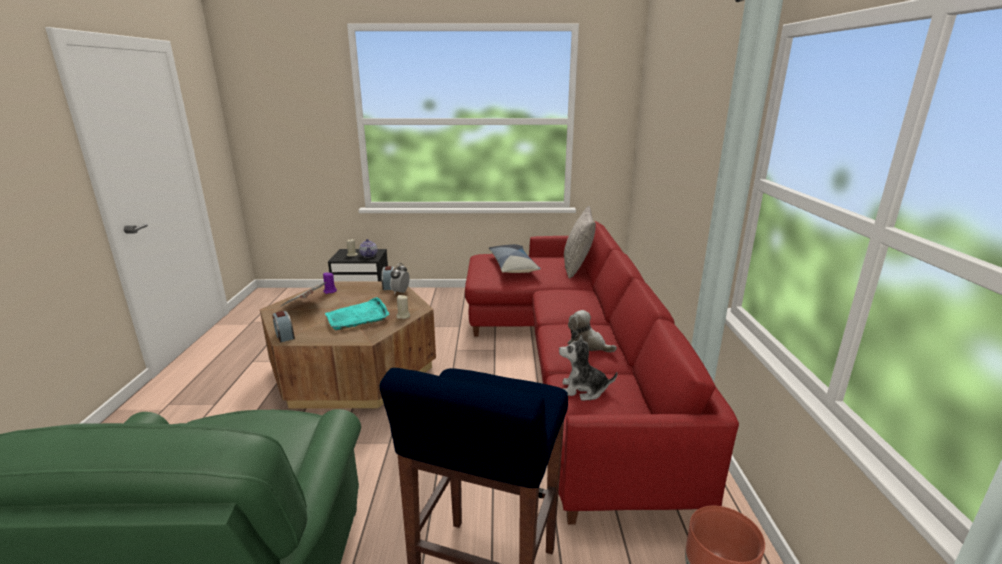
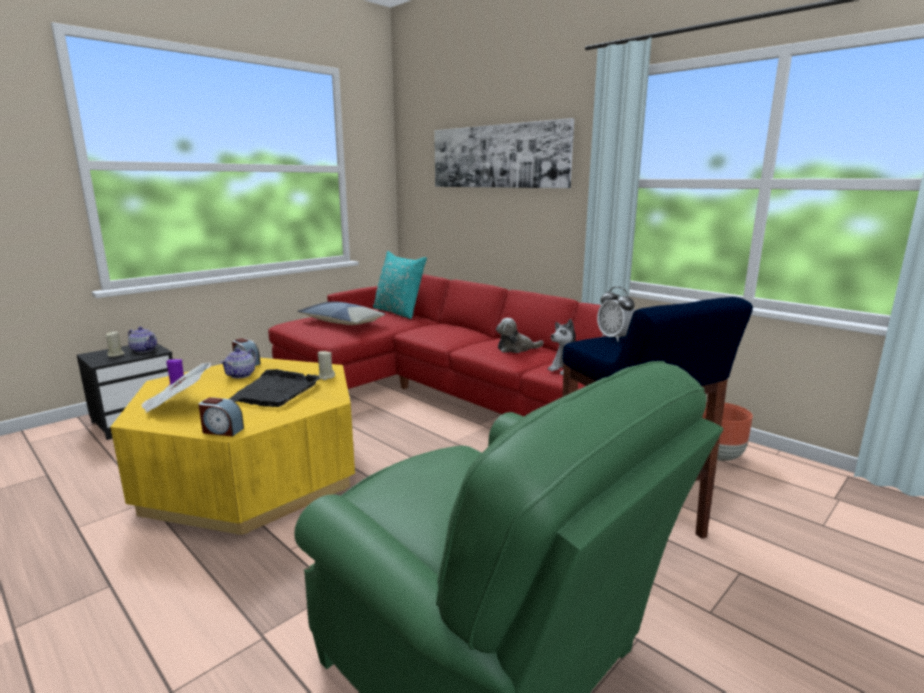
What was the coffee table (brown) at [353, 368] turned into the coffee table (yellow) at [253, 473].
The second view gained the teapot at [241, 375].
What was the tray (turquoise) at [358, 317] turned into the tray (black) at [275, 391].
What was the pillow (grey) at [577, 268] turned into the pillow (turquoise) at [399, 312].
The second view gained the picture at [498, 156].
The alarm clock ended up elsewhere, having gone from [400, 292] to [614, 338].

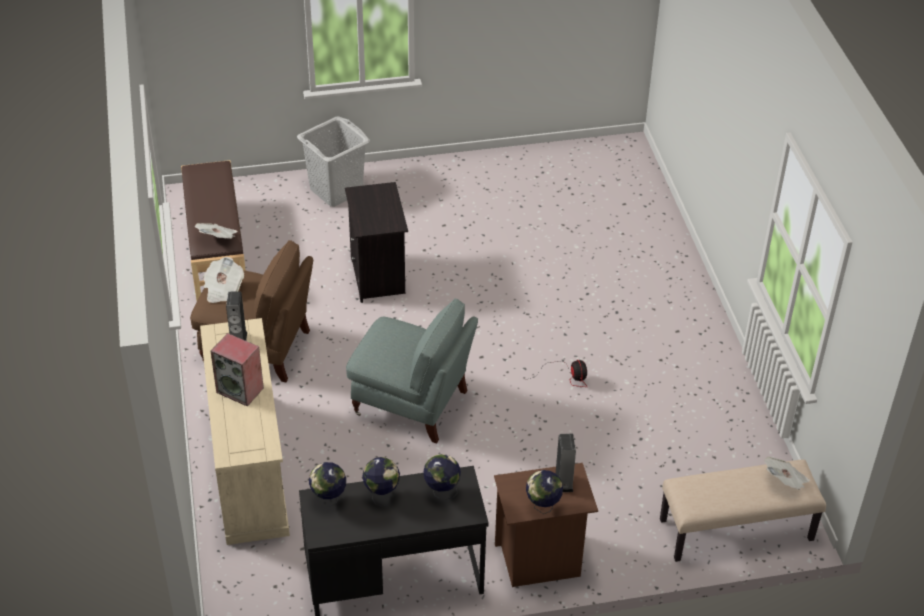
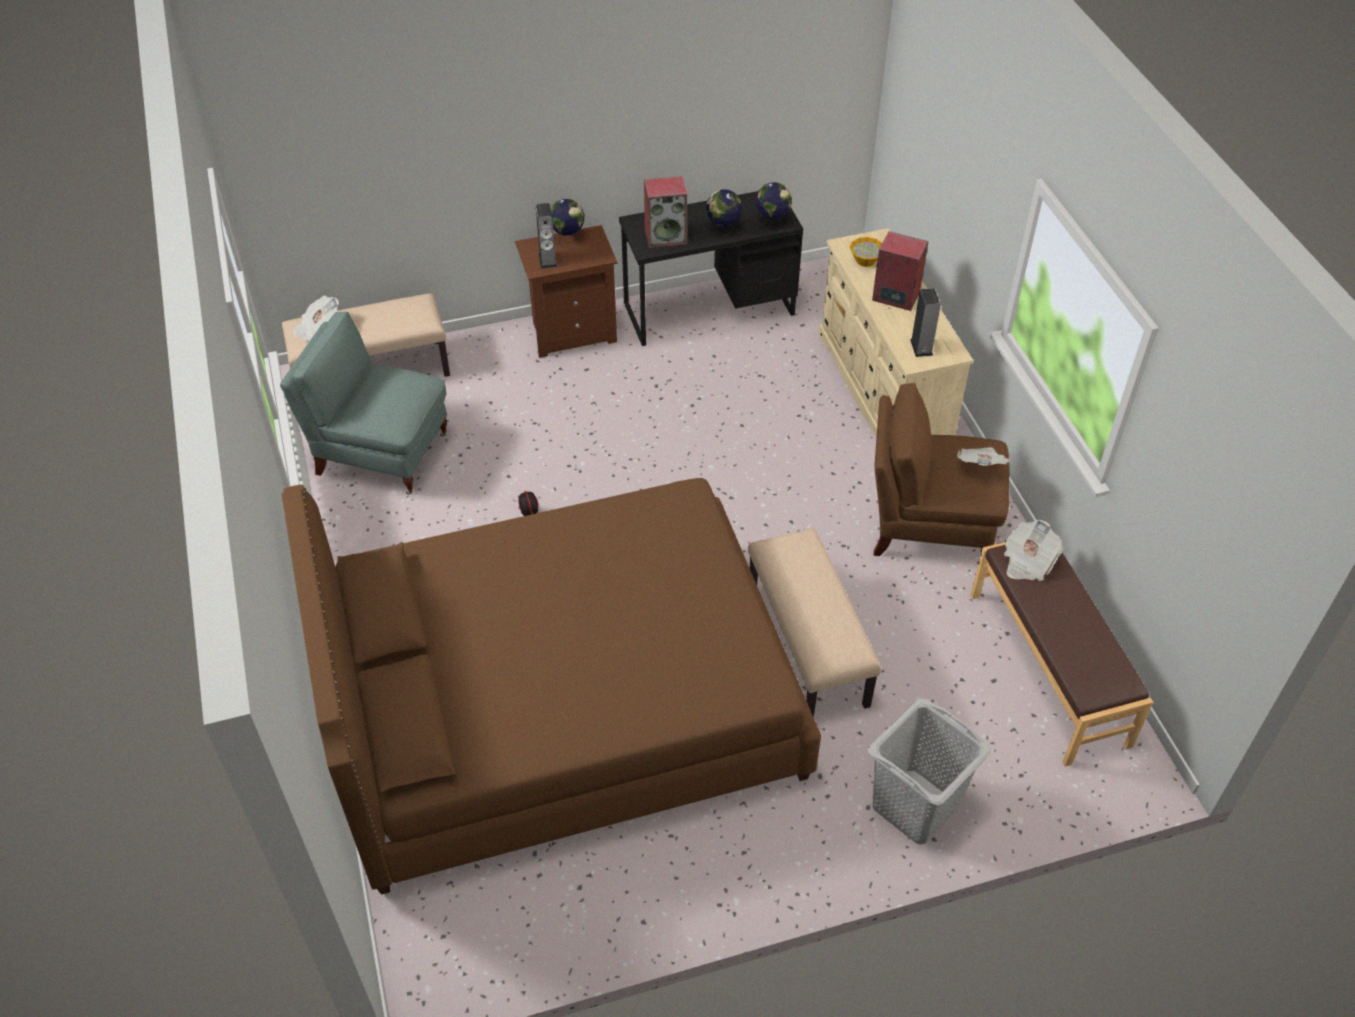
The armchair (grey) ended up elsewhere, having gone from [412, 403] to [381, 453].
The second view gained the bed (brown) at [562, 708].
Where the globe stood at [441, 491], the speaker came to stand at [666, 236].
Where the nightstand (black) stood at [378, 277], the bench (beige) came to stand at [806, 645].
The second view gained the bowl at [865, 260].

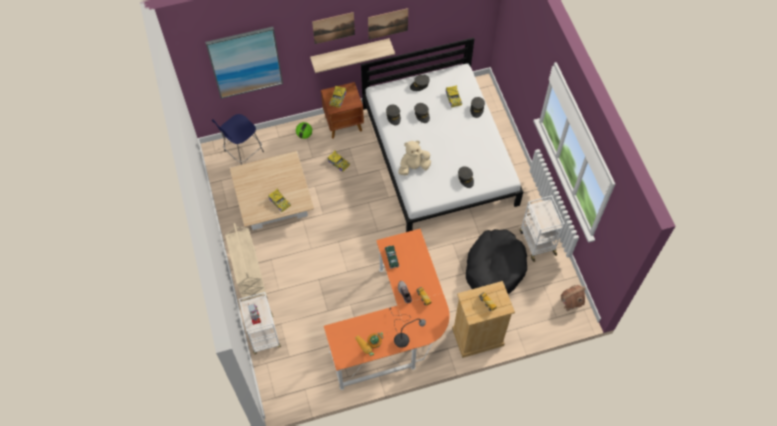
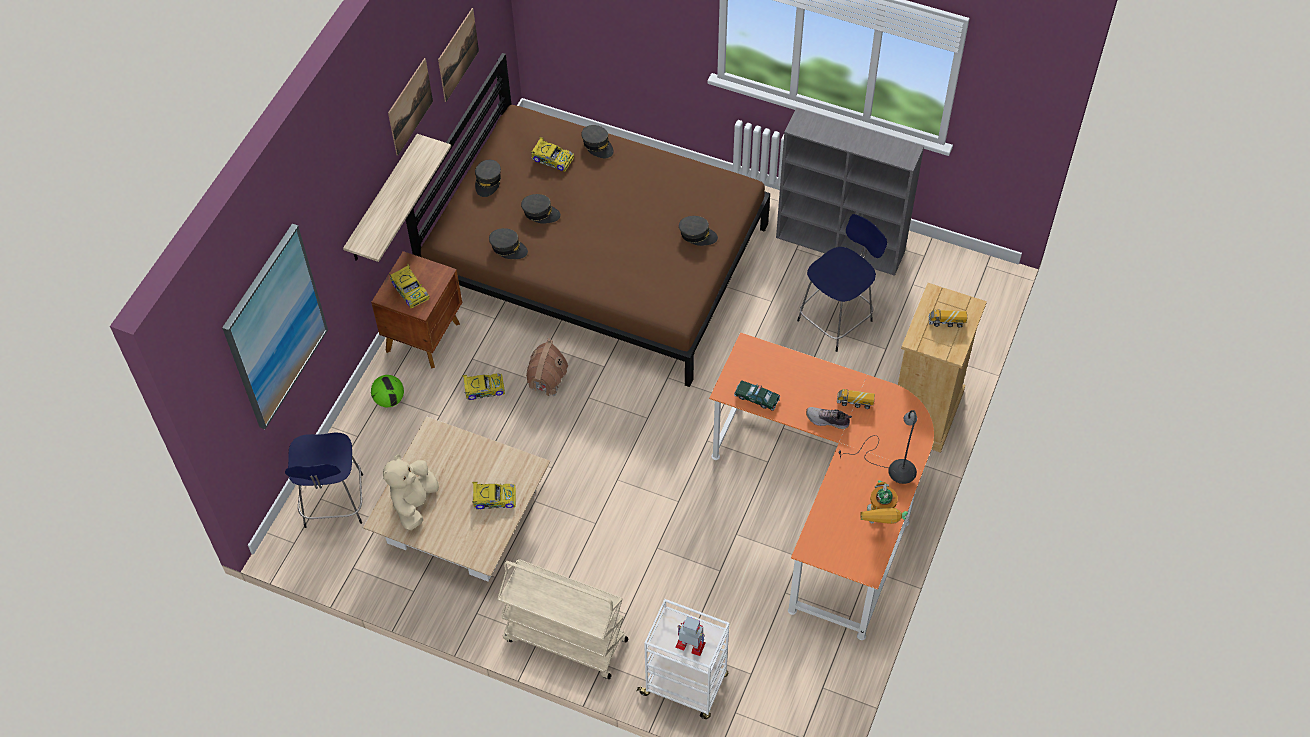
The plush toy (beige) ended up elsewhere, having gone from [413, 167] to [414, 503].
What was the bed (white) at [439, 154] turned into the bed (brown) at [596, 258].
The picture ended up elsewhere, having gone from [333, 28] to [458, 55].
The toy house ended up elsewhere, having gone from [570, 301] to [546, 380].
Where the cart (white) stood at [537, 242], the bookcase (grey) came to stand at [841, 244].
Where the dog bed (black) stood at [494, 267], the stool (blue) came to stand at [836, 319].

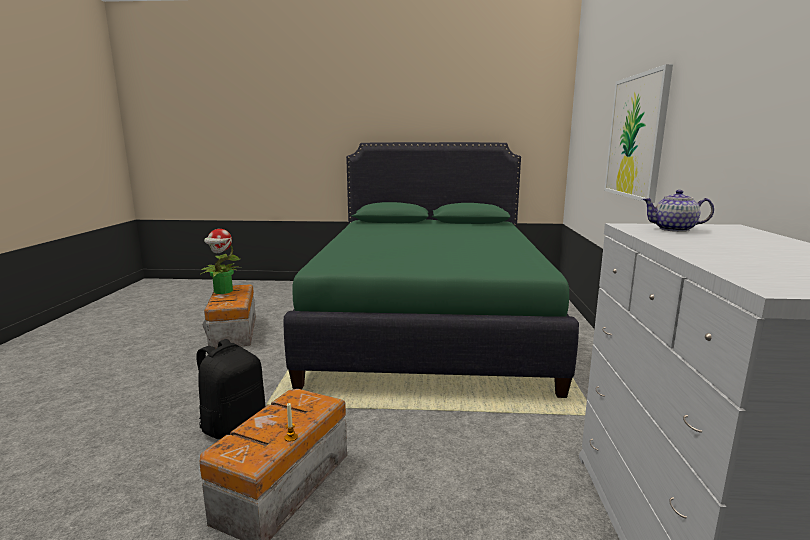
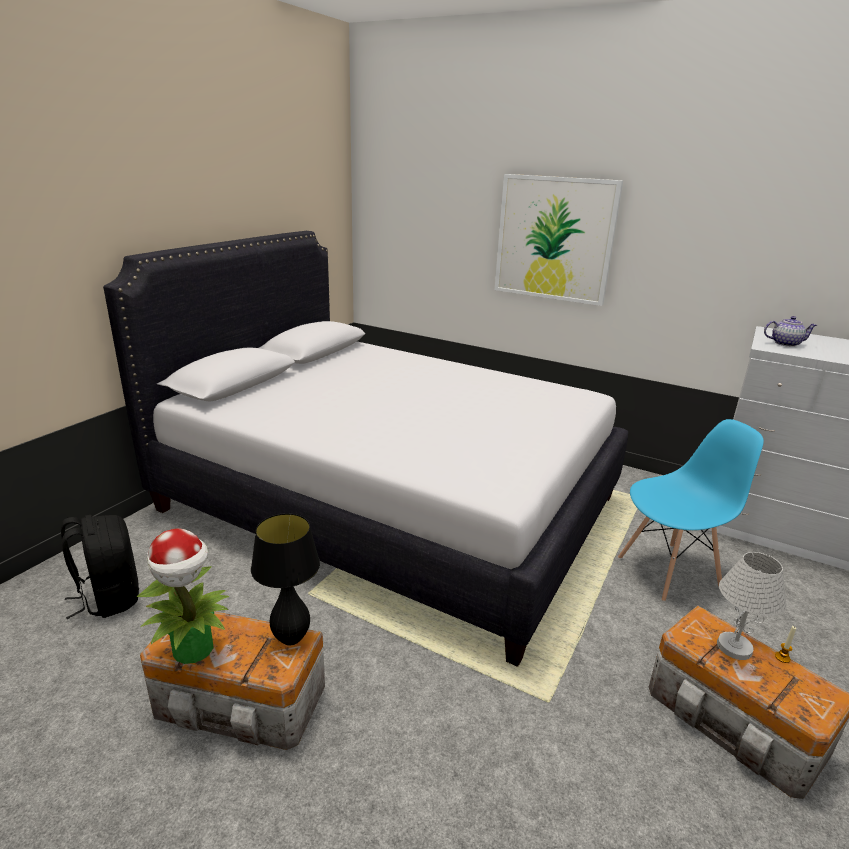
The backpack (black) ended up elsewhere, having gone from [233, 424] to [109, 598].
What was the bed (green) at [429, 324] turned into the bed (white) at [390, 503].
The second view gained the table lamp (black) at [291, 638].
The second view gained the chair (blue) at [669, 572].
The second view gained the table lamp (white) at [733, 647].
The teapot at [674, 229] ended up facing another way, 120 degrees counterclockwise from before.

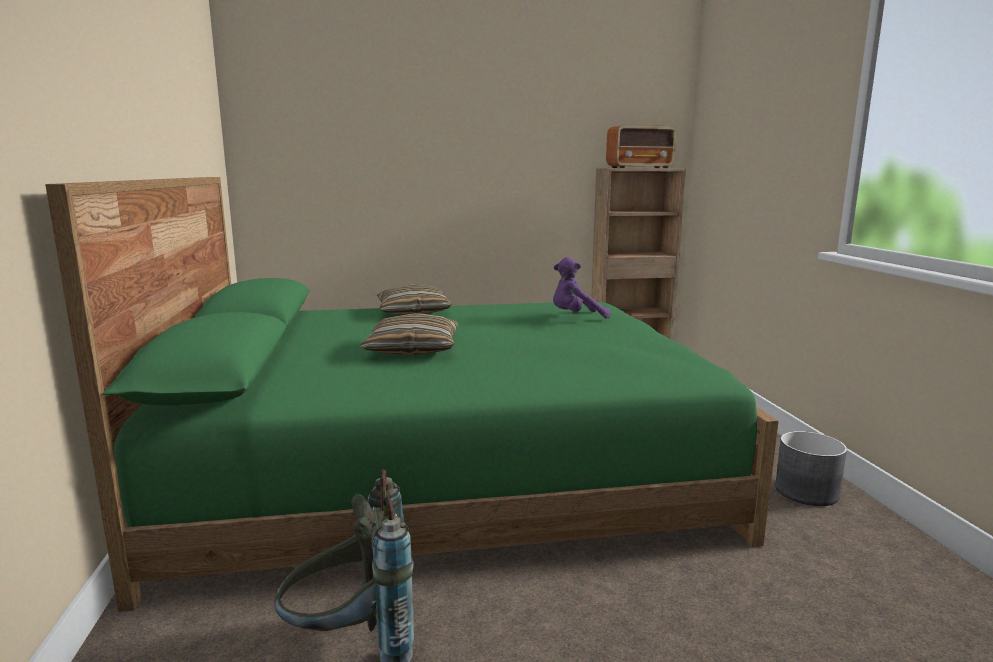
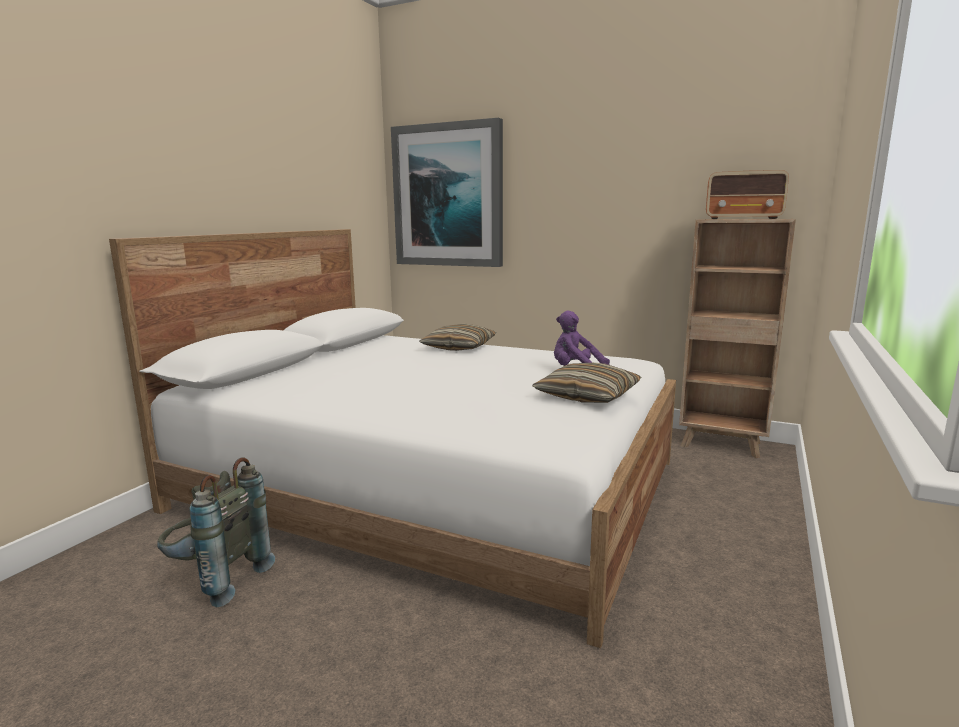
What was the bed (green) at [444, 468] turned into the bed (white) at [431, 484].
The second view gained the picture at [448, 196].
The pillow ended up elsewhere, having gone from [413, 349] to [587, 396].
The second view lost the planter (grey) at [807, 492].

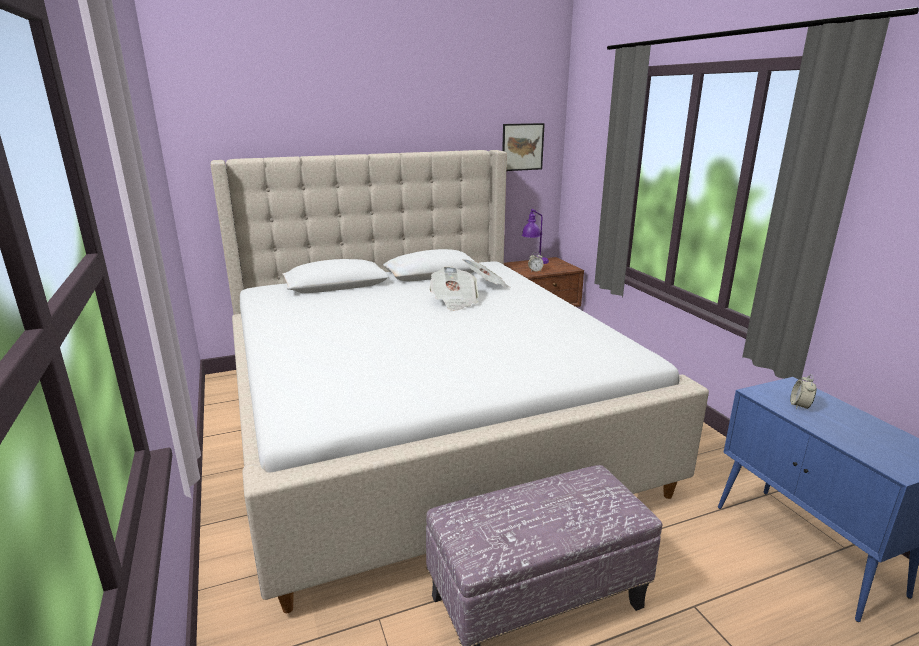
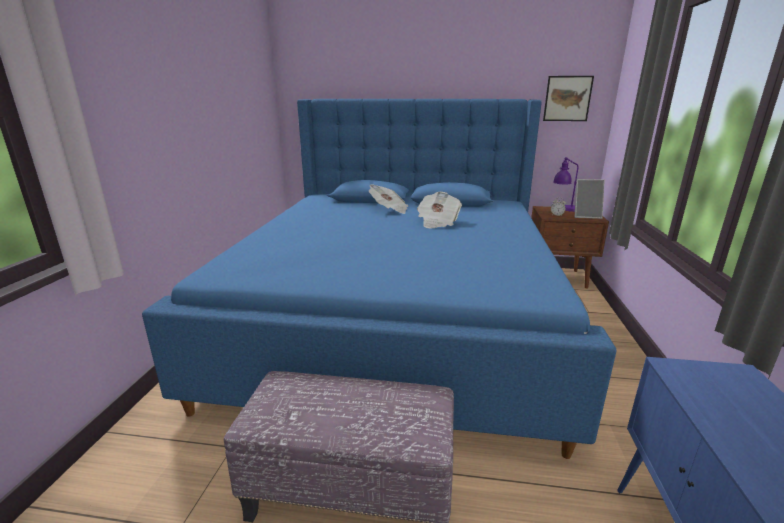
What was the bed (beige) at [424, 423] turned into the bed (blue) at [398, 320].
The newspaper ended up elsewhere, having gone from [486, 286] to [389, 210].
The second view gained the picture frame at [586, 216].
The second view lost the alarm clock at [800, 406].

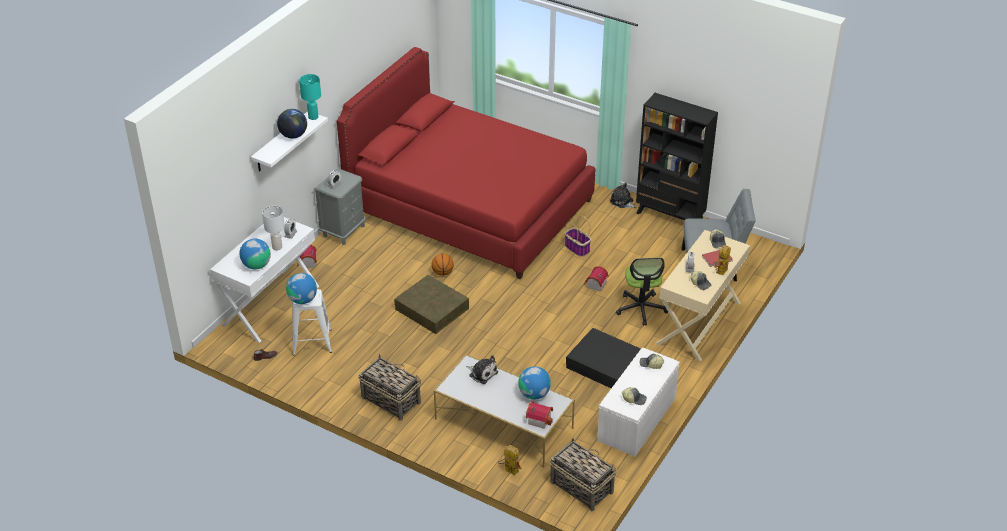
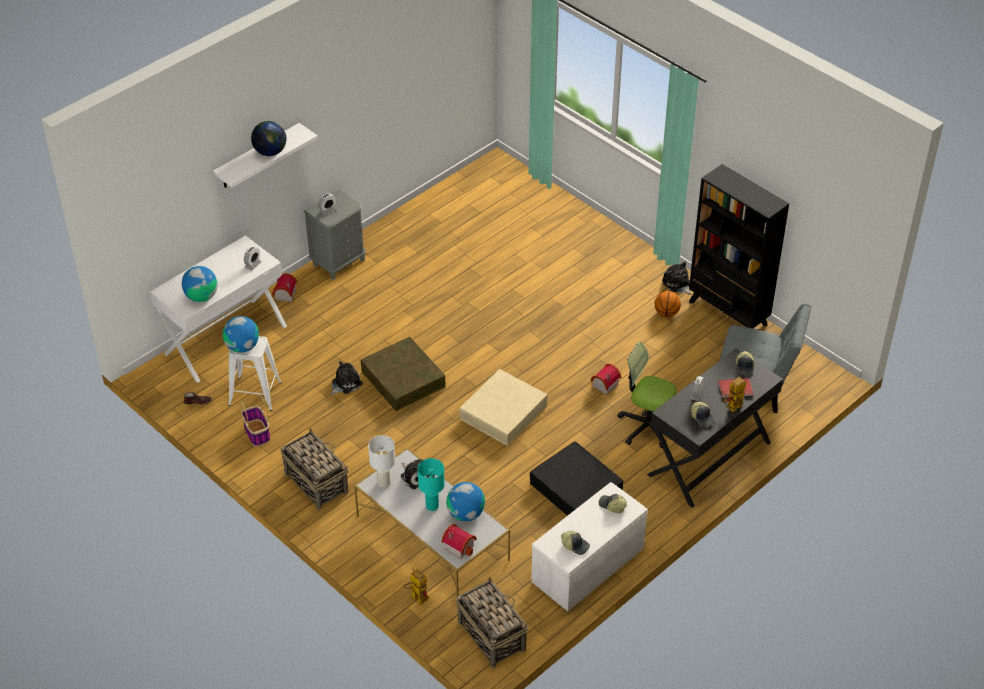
The basket ended up elsewhere, having gone from [577, 248] to [257, 433].
The second view gained the plush toy at [345, 383].
The table lamp (white) ended up elsewhere, having gone from [277, 247] to [384, 482].
The table lamp (turquoise) ended up elsewhere, having gone from [313, 117] to [432, 506].
The second view gained the storage box (beige) at [503, 412].
The office chair at [641, 308] ended up facing another way, 105 degrees clockwise from before.
What was the desk (beige) at [699, 323] turned into the desk (black) at [709, 459].
The basketball ended up elsewhere, having gone from [443, 272] to [666, 313].
The second view lost the bed (red) at [470, 207].

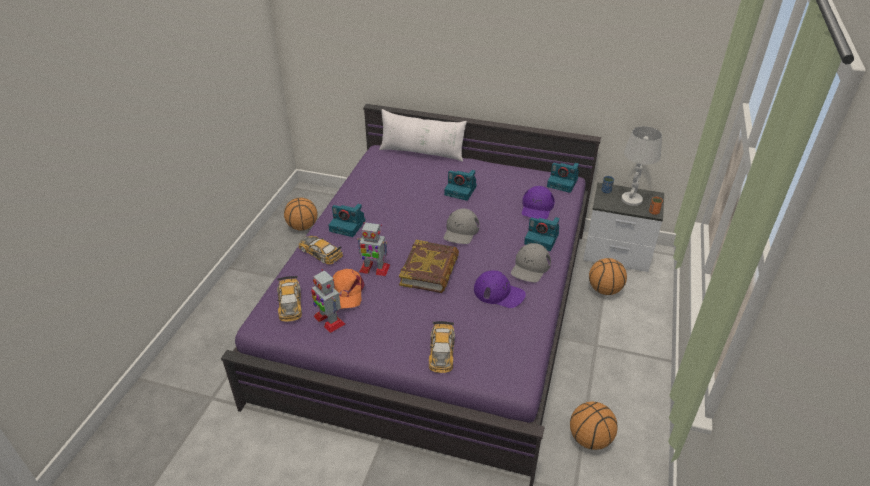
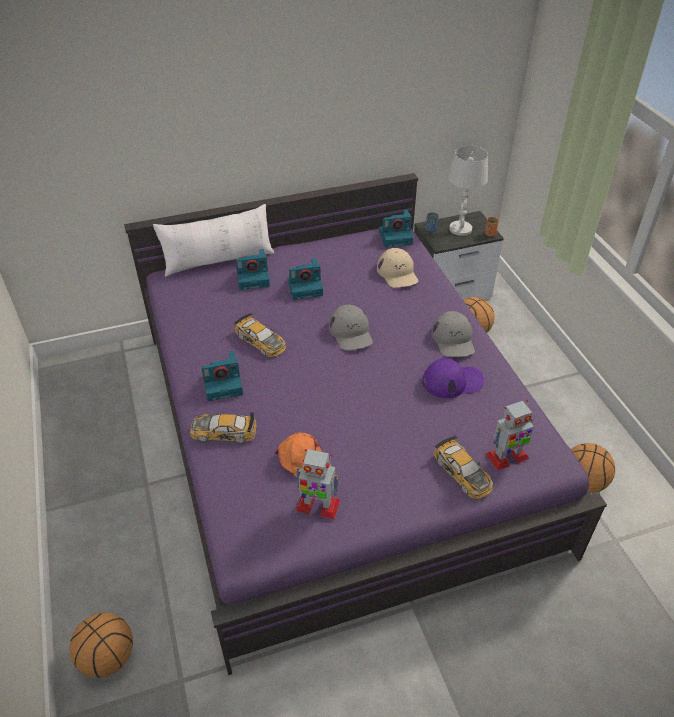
The basketball ended up elsewhere, having gone from [303, 226] to [108, 656].
The toy car ended up elsewhere, having gone from [290, 303] to [261, 340].
The photo camera ended up elsewhere, having gone from [542, 239] to [254, 277].
What was the cap (purple) at [537, 207] turned into the cap (beige) at [397, 273].
The toy robot ended up elsewhere, having gone from [374, 268] to [506, 456].
The second view lost the book at [430, 270].

